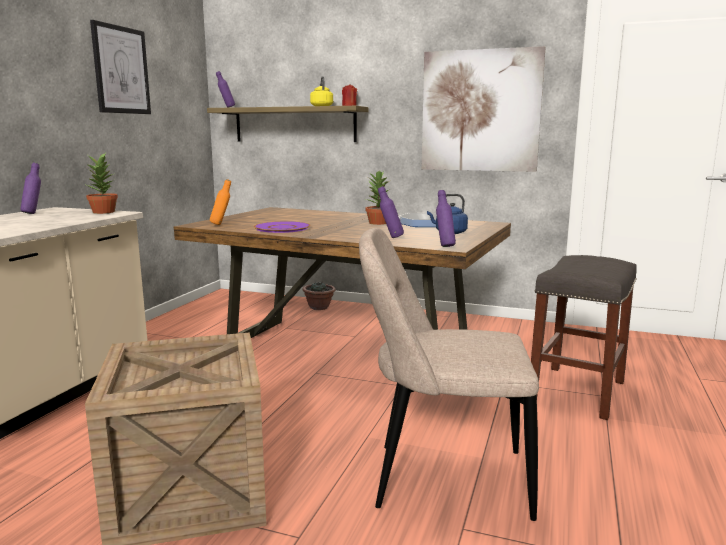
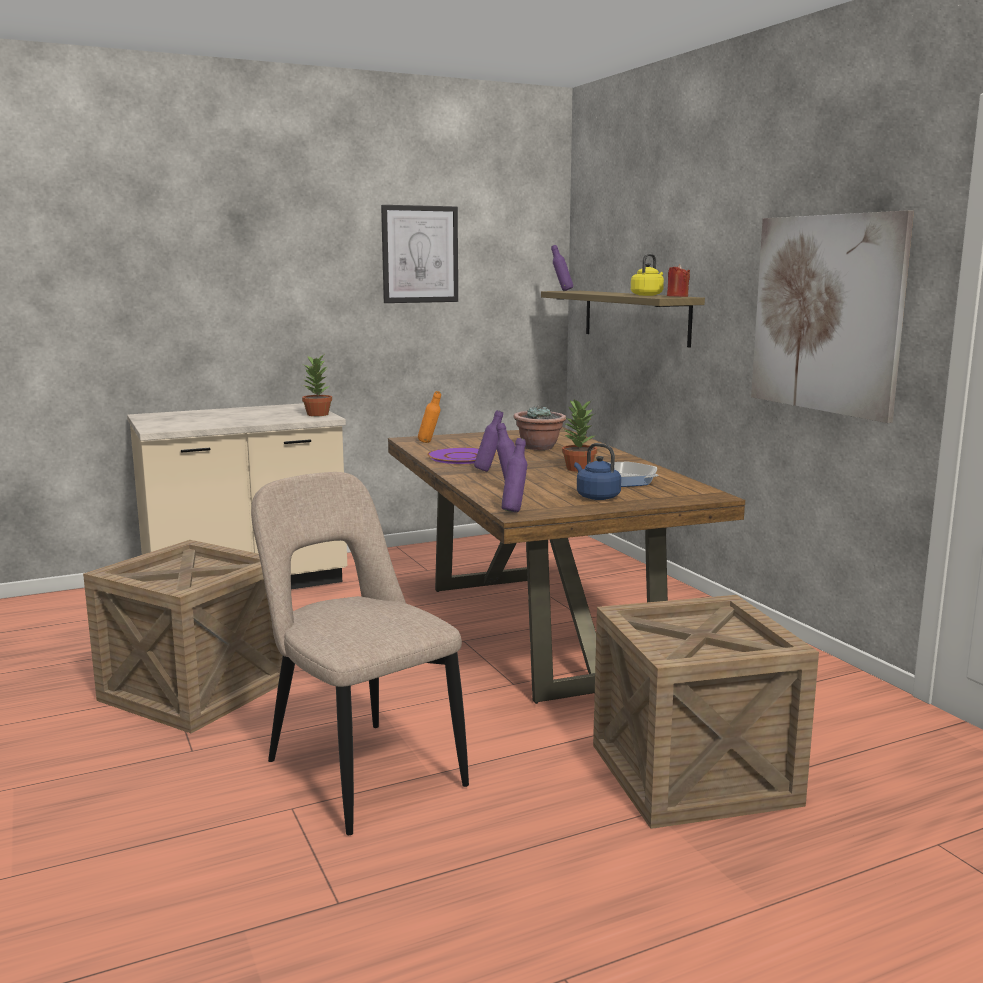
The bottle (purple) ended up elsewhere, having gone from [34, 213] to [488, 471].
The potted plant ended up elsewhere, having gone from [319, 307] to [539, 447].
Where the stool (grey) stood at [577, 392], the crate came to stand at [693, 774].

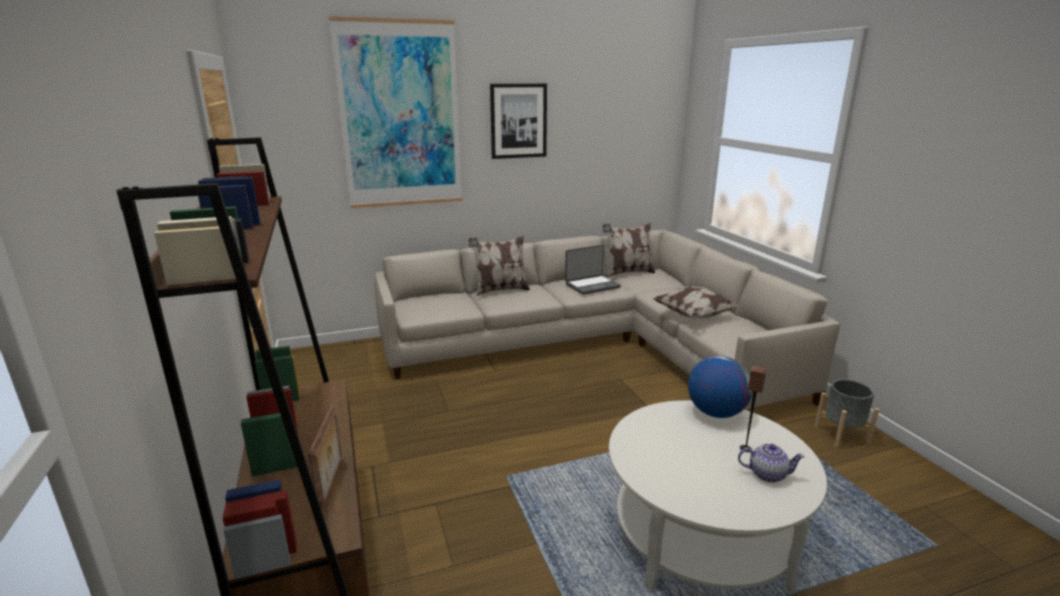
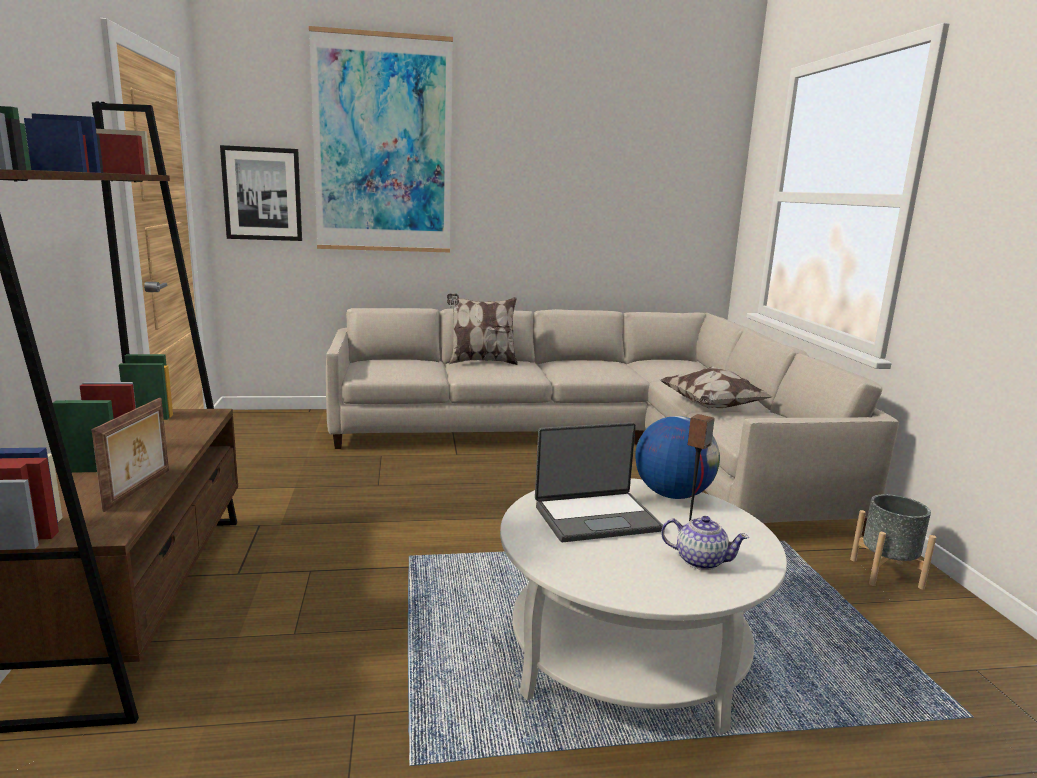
The picture ended up elsewhere, having gone from [518, 121] to [262, 194].
The laptop ended up elsewhere, having gone from [592, 285] to [595, 517].
The second view lost the pillow at [627, 272].

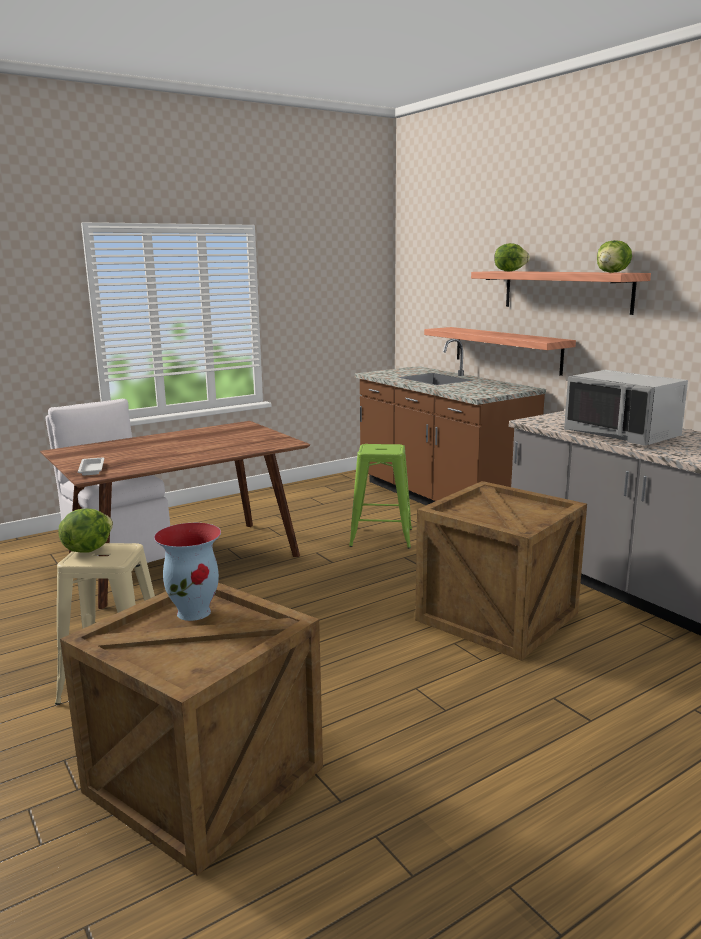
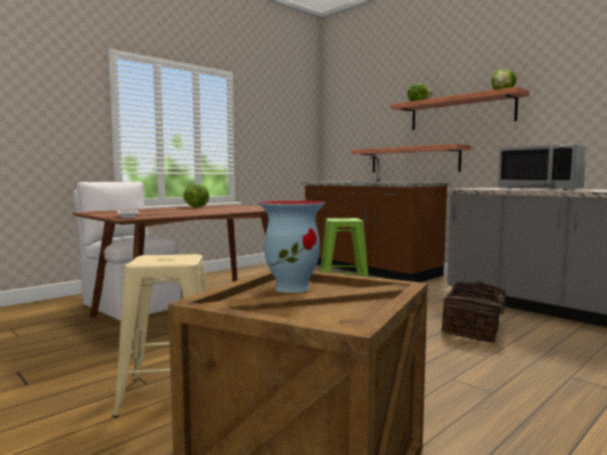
The lettuce ended up elsewhere, having gone from [87, 549] to [196, 207].
Where the crate stood at [497, 618], the basket came to stand at [473, 330].

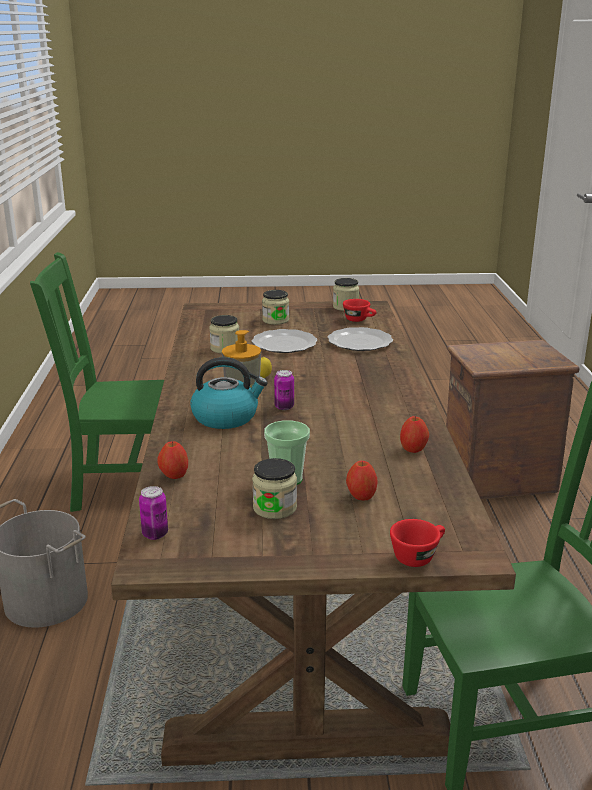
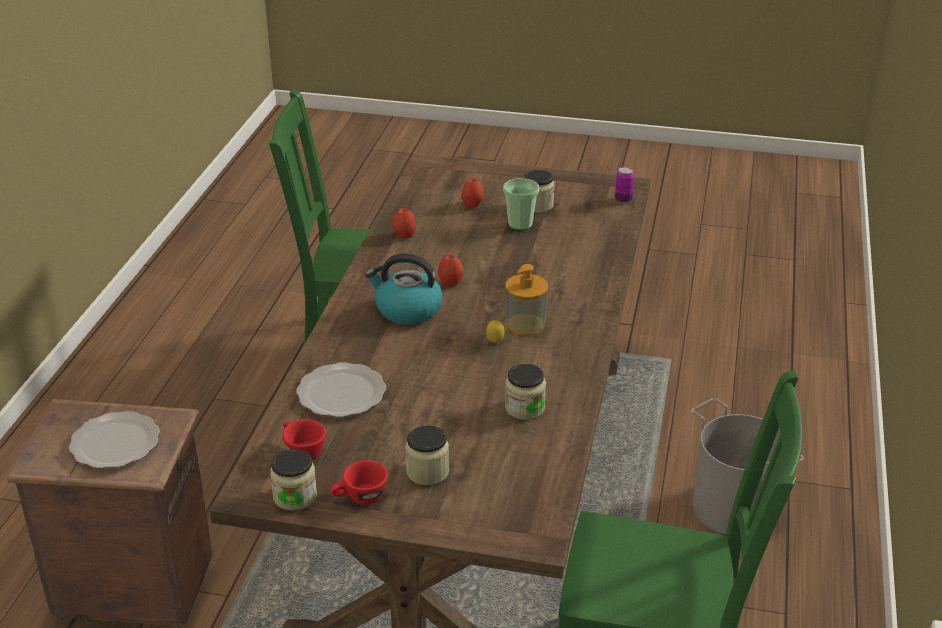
The plate ended up elsewhere, having gone from [285, 344] to [114, 443].
The cup (red) ended up elsewhere, having gone from [418, 556] to [360, 498].
The kettle ended up elsewhere, having gone from [226, 417] to [407, 310].
The apple ended up elsewhere, having gone from [174, 476] to [450, 283].
The second view lost the can at [284, 407].

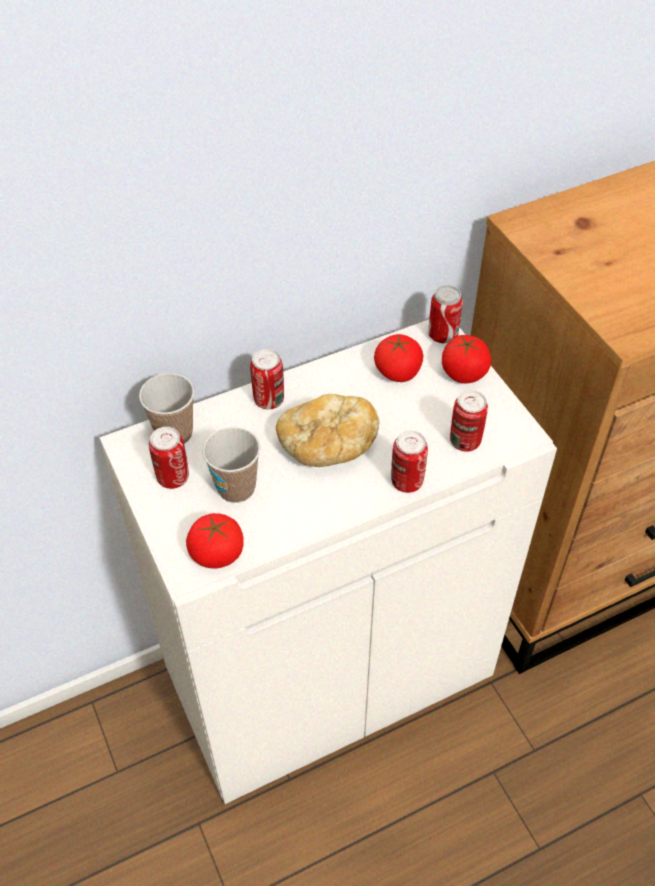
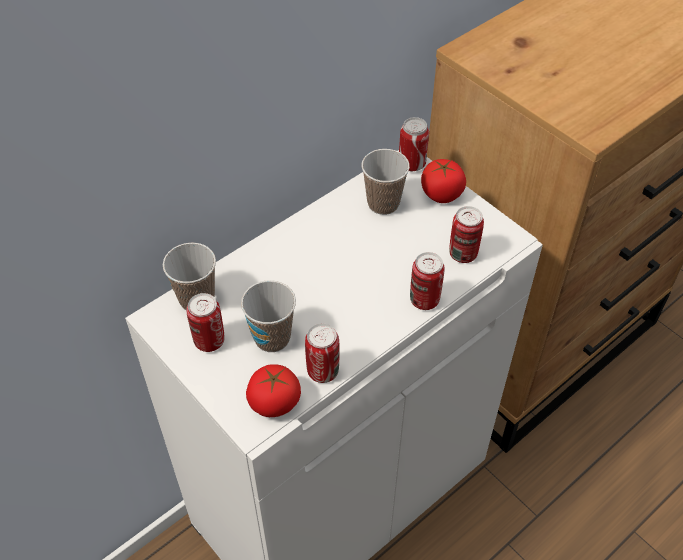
The can ended up elsewhere, having gone from [269, 400] to [323, 371].
Where the tomato stood at [398, 372], the cup came to stand at [383, 203].
The second view lost the bread at [327, 446].

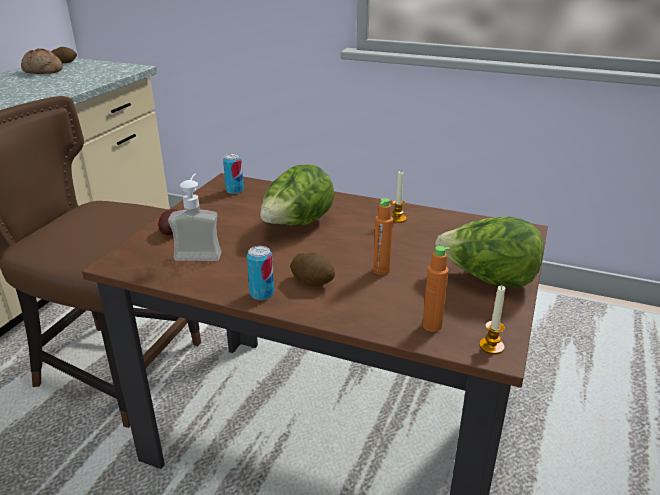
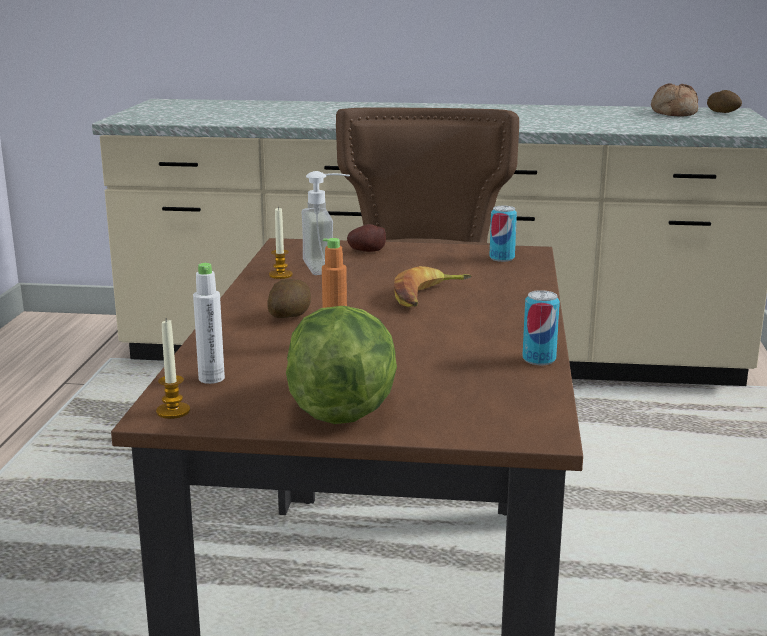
What was the bottle (orange) at [432, 326] turned into the bottle (white) at [211, 378].
The candle ended up elsewhere, having gone from [397, 218] to [280, 275].
Where the lettuce stood at [297, 225], the banana came to stand at [428, 296].
The can ended up elsewhere, having gone from [262, 294] to [539, 359].

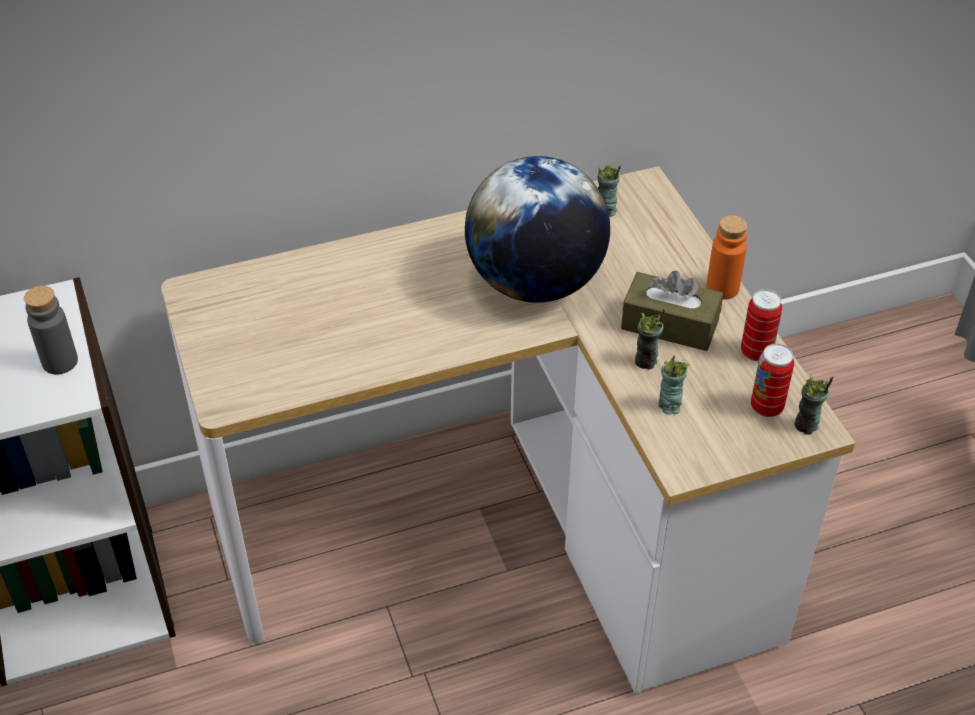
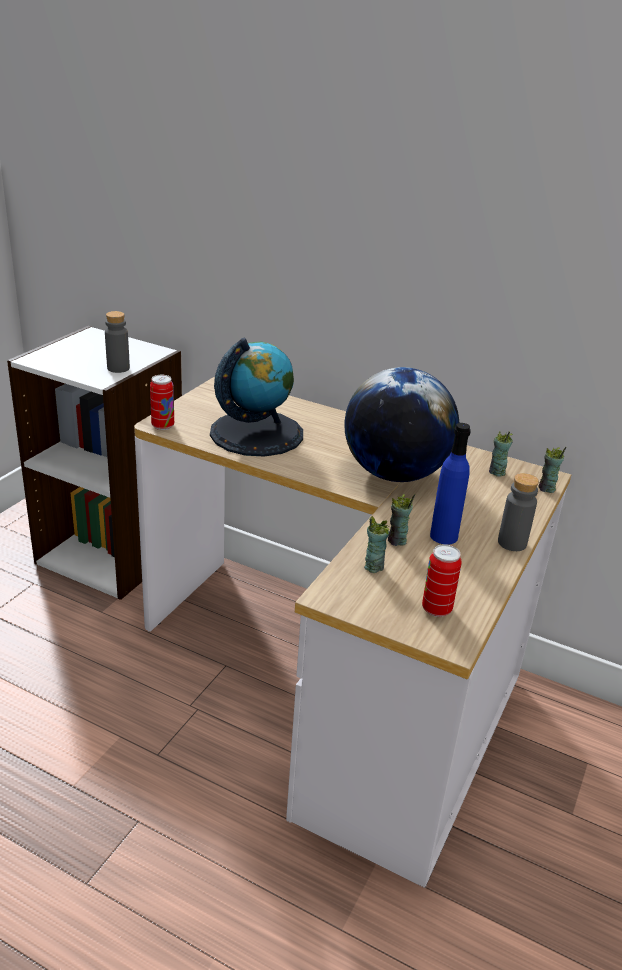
The can ended up elsewhere, having gone from [756, 352] to [163, 426].
The second view gained the globe at [256, 433].
Where the tissue box (brown) stood at [669, 325], the bottle (blue) came to stand at [443, 536].
What was the bottle (orange) at [722, 288] turned into the bottle (grey) at [512, 543].
The cup ended up elsewhere, having gone from [806, 426] to [546, 488].

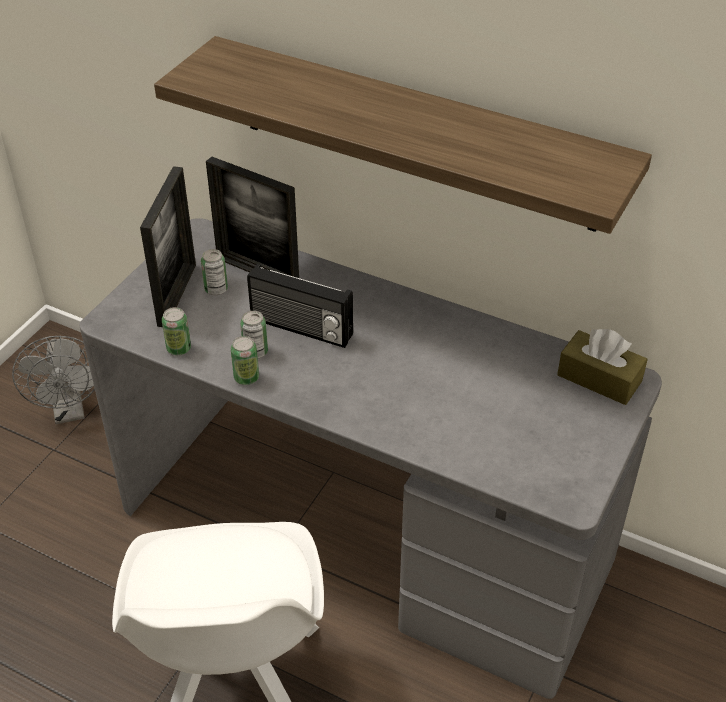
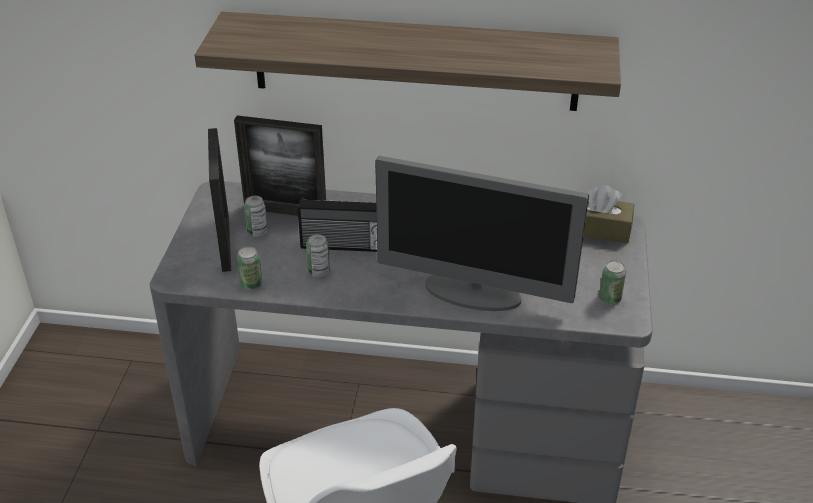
The second view gained the monitor at [473, 293].
The can ended up elsewhere, having gone from [246, 378] to [609, 298].
The second view lost the fan (grey) at [69, 411].

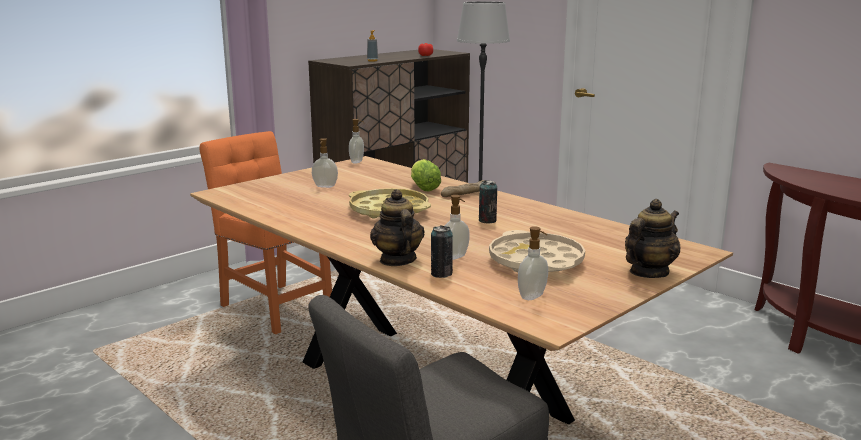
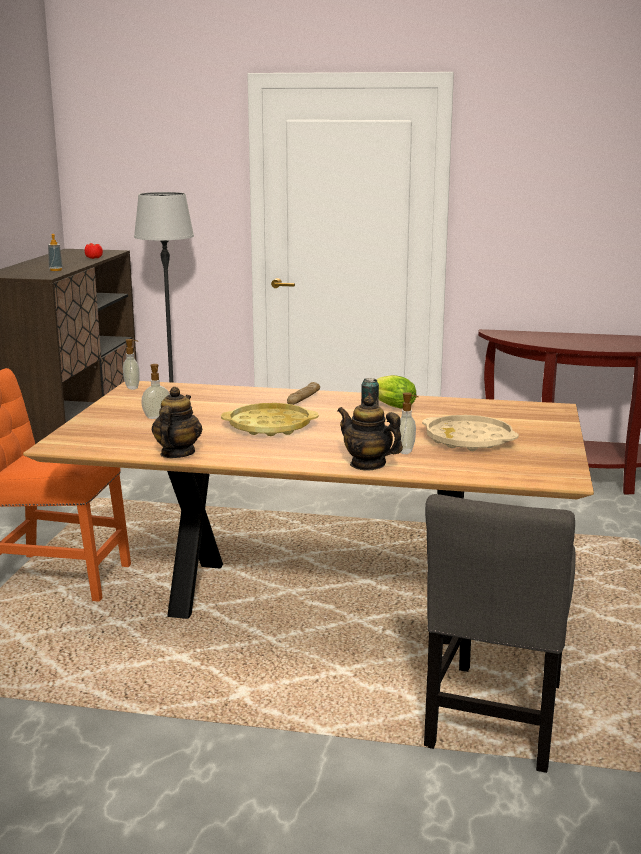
The teapot ended up elsewhere, having gone from [648, 272] to [177, 453].
The lettuce ended up elsewhere, having gone from [423, 188] to [390, 406].
The second view lost the can at [441, 274].
The second view lost the soap dispenser at [533, 297].

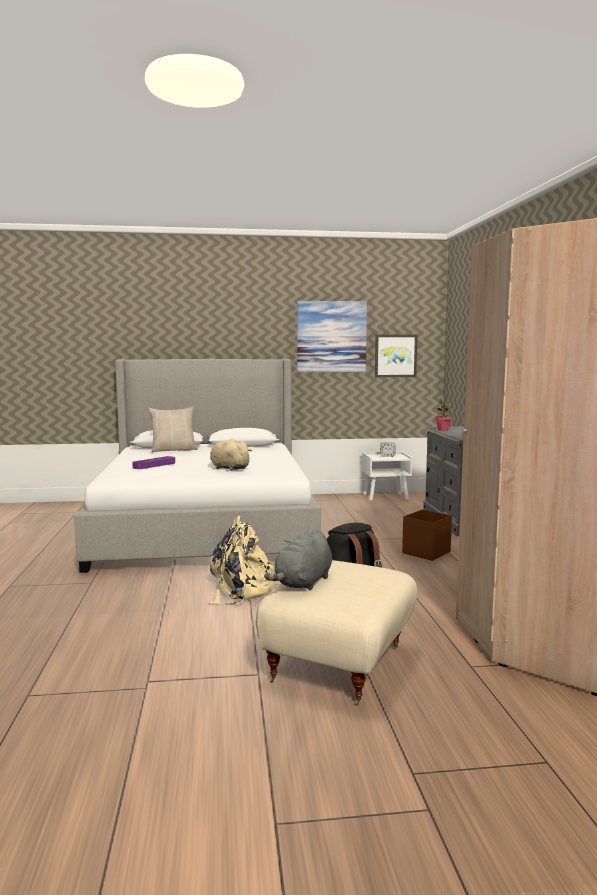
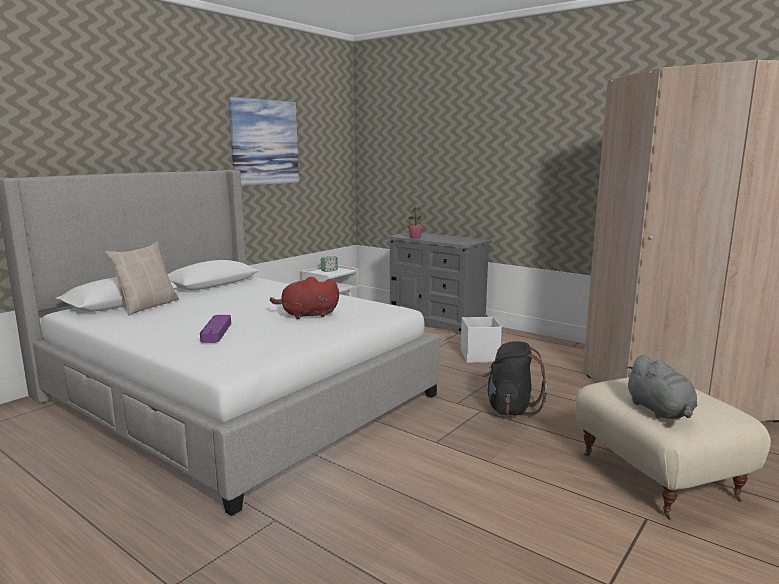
What was the plush toy (beige) at [228, 468] turned into the plush toy (red) at [307, 315].
What was the storage box (brown) at [427, 552] turned into the storage box (white) at [479, 356].
The second view lost the backpack (beige) at [241, 590].
The second view lost the picture at [395, 355].

